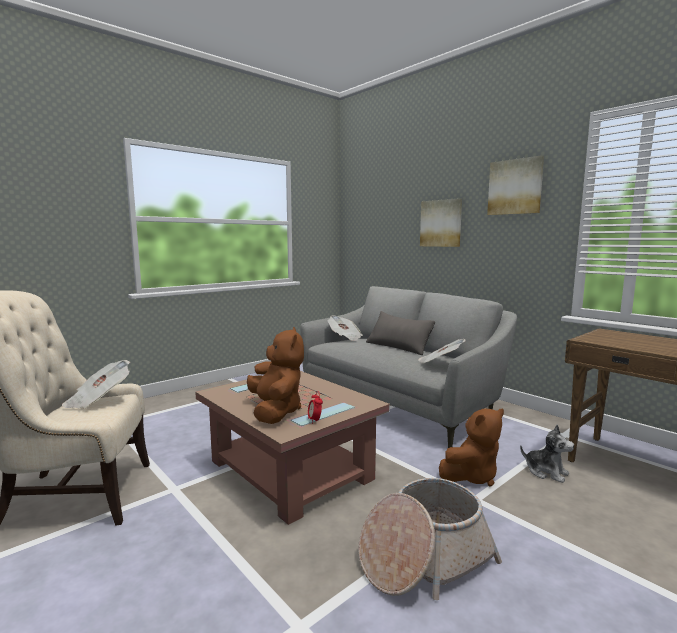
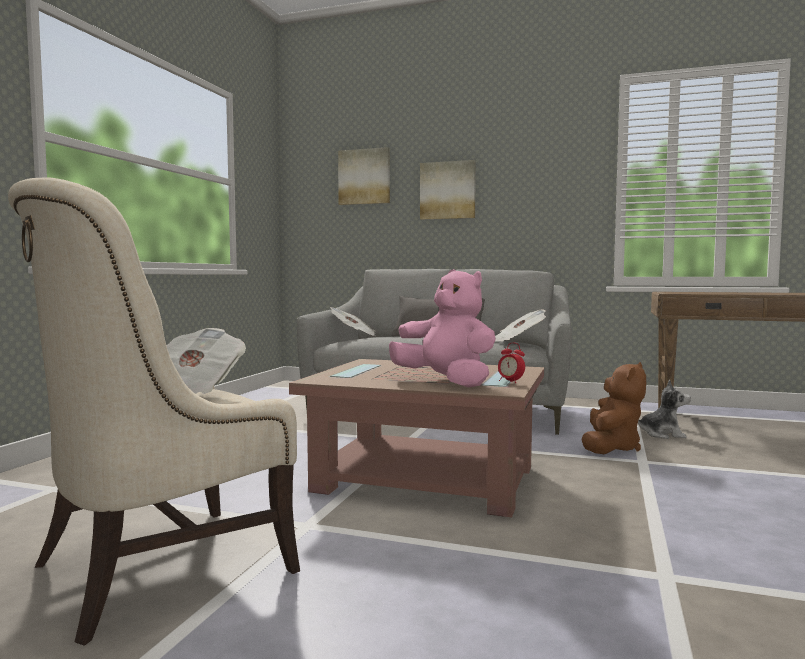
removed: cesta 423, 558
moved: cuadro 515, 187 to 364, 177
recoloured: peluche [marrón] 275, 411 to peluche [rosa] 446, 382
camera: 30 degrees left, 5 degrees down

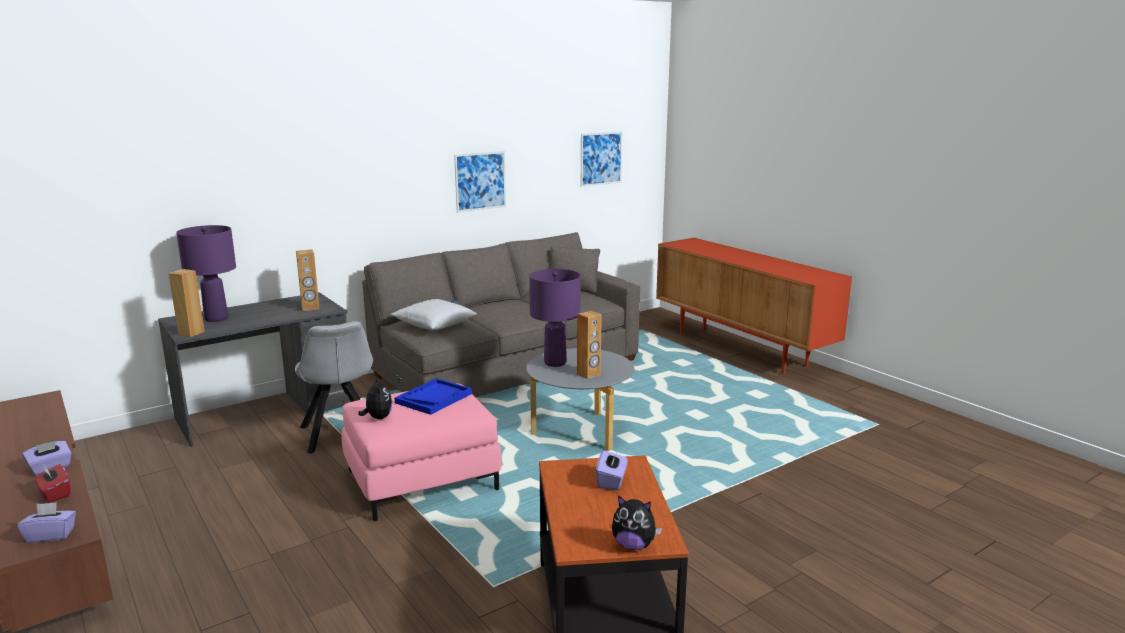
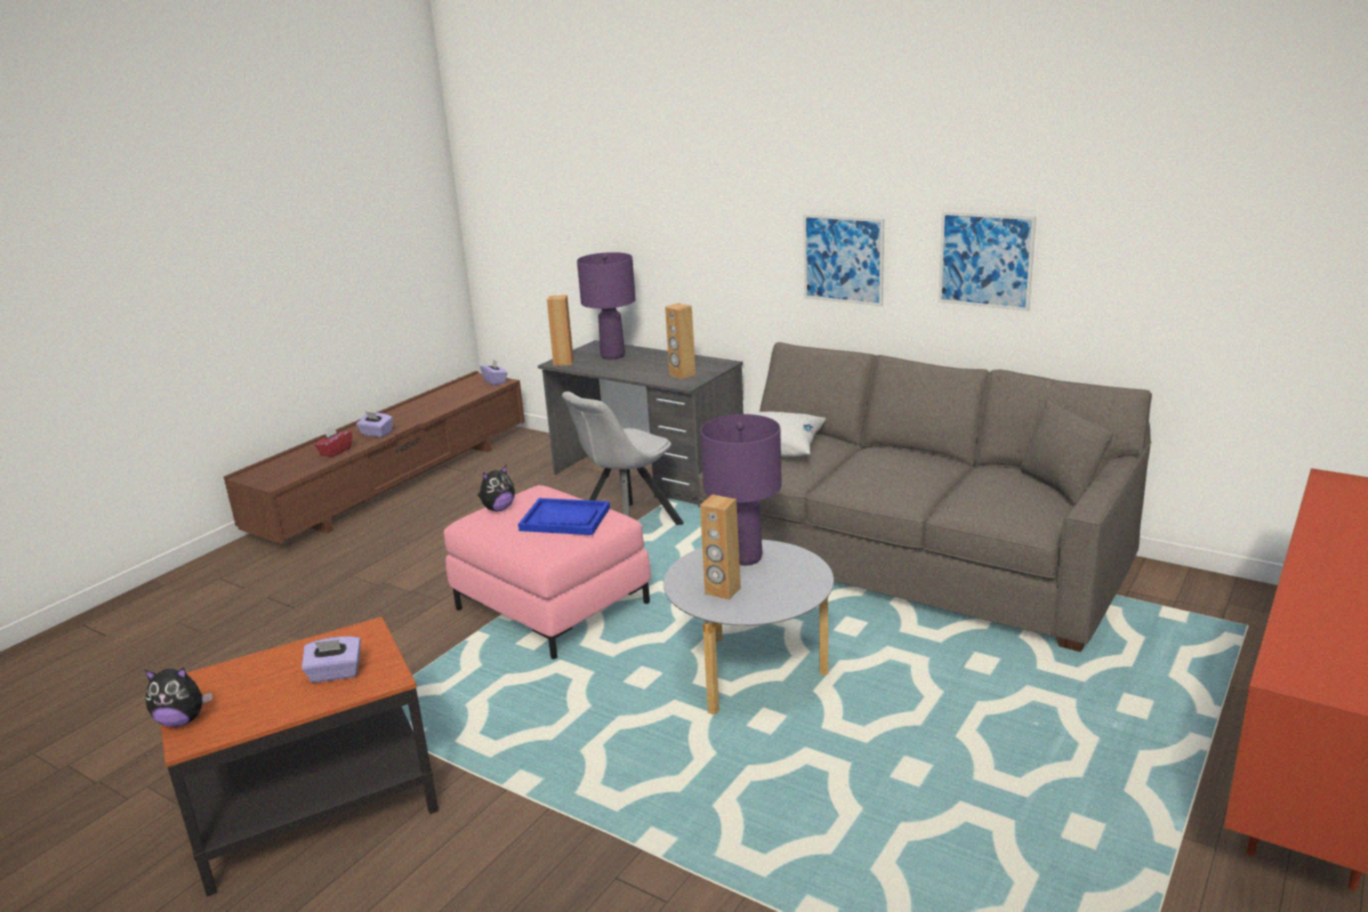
moved: cuadro 601, 158 to 843, 259; caja de pañuelos [morado] 51, 535 to 495, 381
turned: peluche 634, 545 = 182, 720 90 degrees counterclockwise
camera: 70 degrees right, 5 degrees up

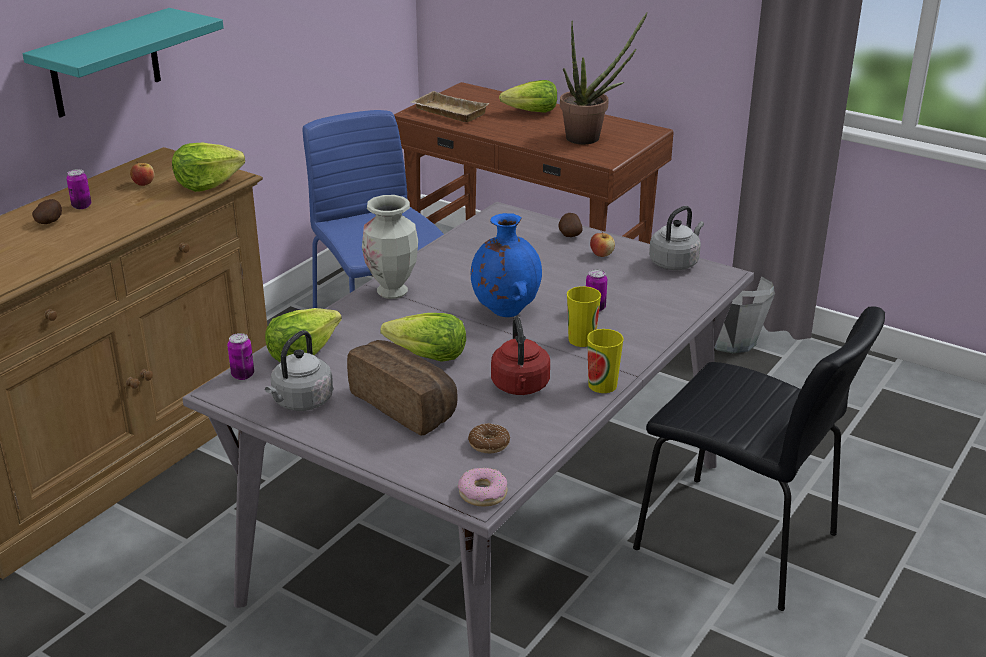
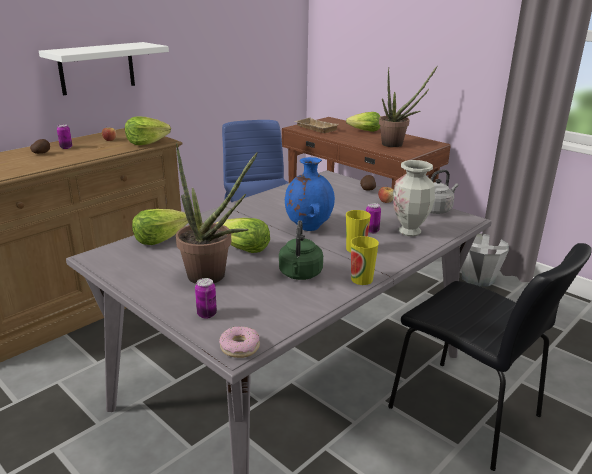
removed: hervidor [gris] 301, 402; rosquilla 489, 444
moved: florero 392, 292 to 409, 232; lata 243, 375 to 206, 314
replaced: pan 407, 405 to planta en maceta 213, 278
recoloured: estante [turquesa] 105, 64 to estante [blanco] 97, 68; hervidor [rojo] 520, 387 to hervidor [verde] 300, 275
camera: 10 degrees right, 5 degrees down

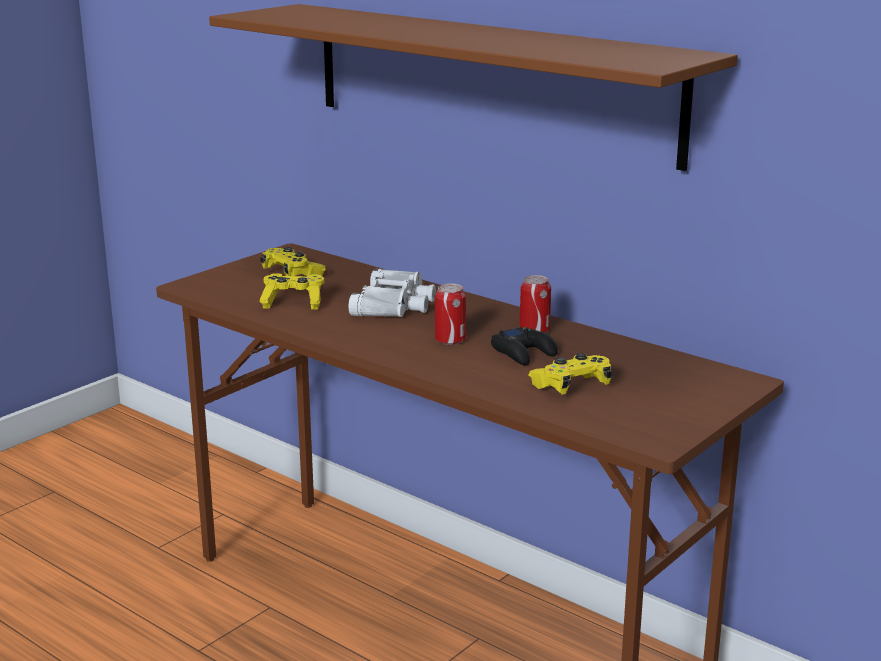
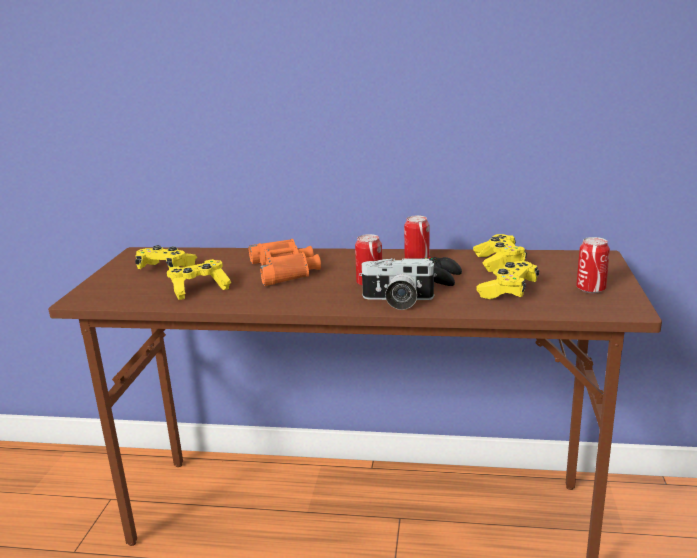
removed: estante [marrón] 489, 81
added: mando de consola [amarillo] 499, 262; lata 590, 289; cámara 397, 301
recoloured: prismáticos [blanco] 394, 304 to prismáticos [naranja] 285, 269
camera: 30 degrees left, 0 degrees up

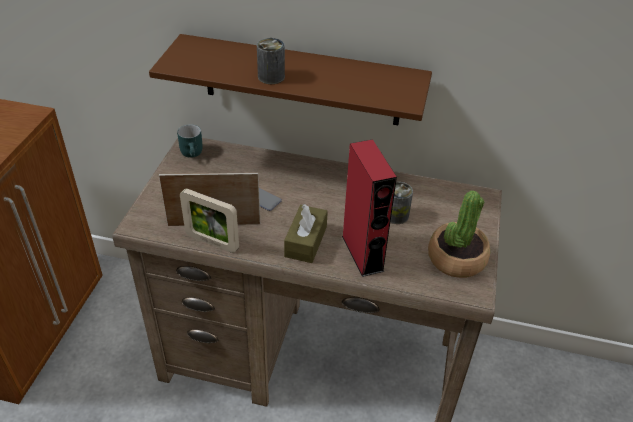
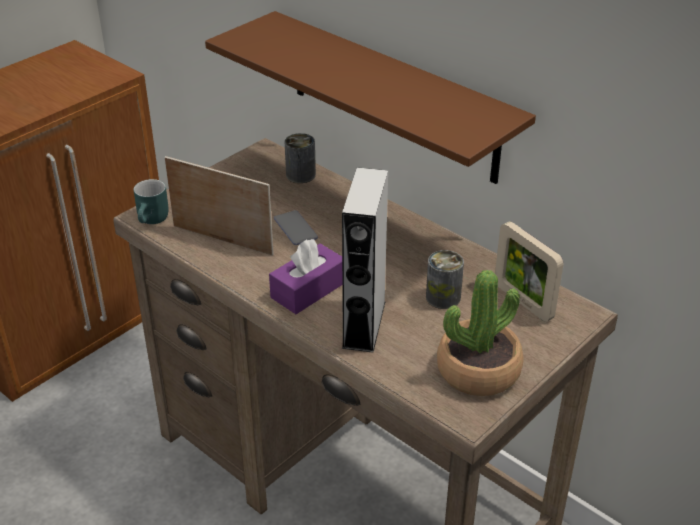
moved: lata 271, 77 to 300, 175; taza grande [turquesa] 193, 153 to 153, 220; portarretratos 212, 242 to 523, 302
recoloured: altavoz [rojo] 362, 253 to altavoz [gris] 364, 324; caja de pañuelos [marrón] 306, 241 to caja de pañuelos [morado] 308, 290
camera: 30 degrees right, 5 degrees down

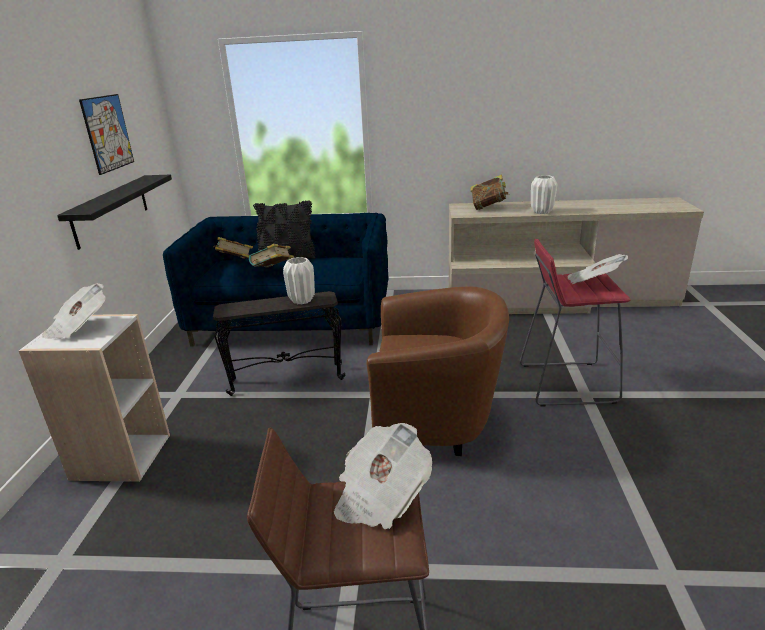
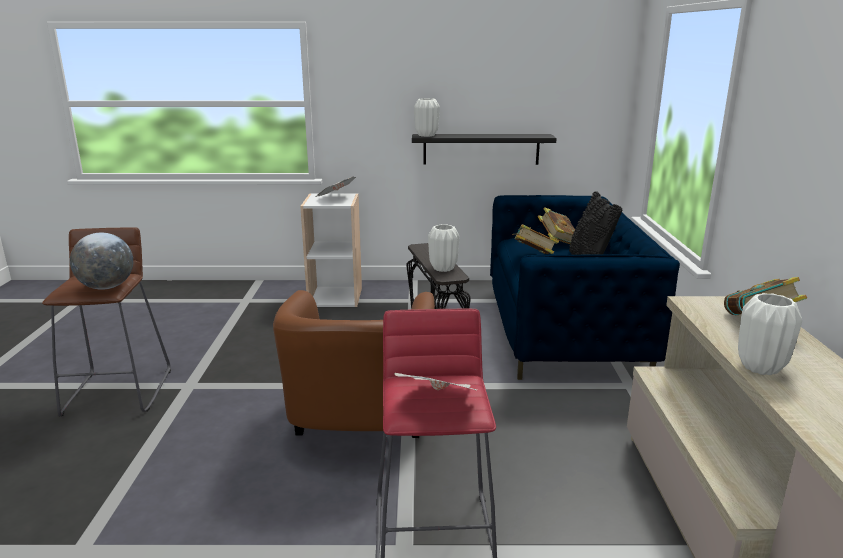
removed: cuadro 108, 133
added: florero [blanco] 426, 135
replaced: periódico 380, 496 to globo terráqueo 107, 287
camera: 85 degrees right, 5 degrees down

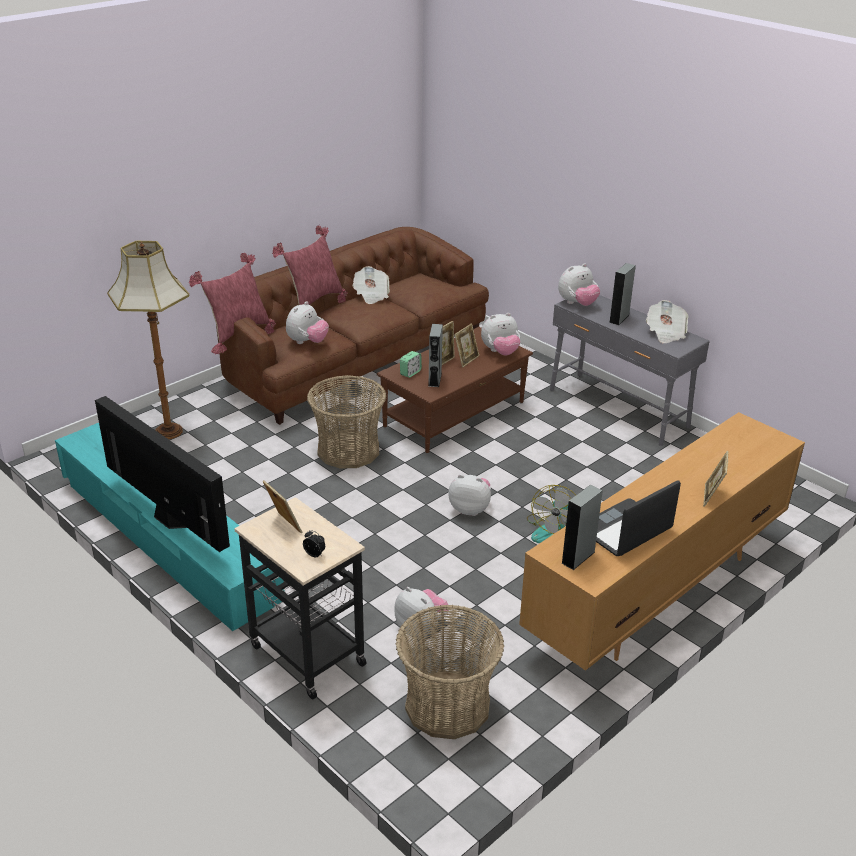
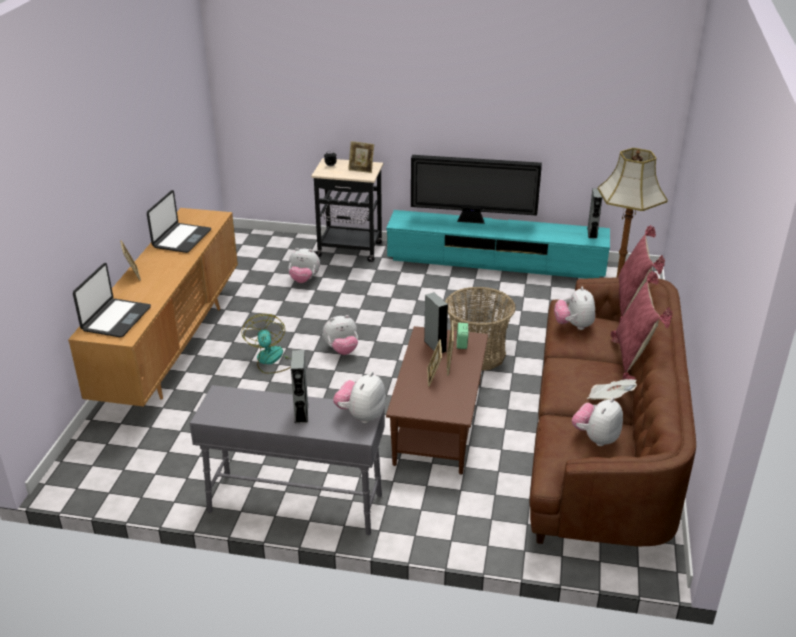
removed: periódico 665, 333; cesta 447, 705
added: portátil 115, 319
moved: peluche 500, 352 to 596, 438; altavoz [gris] 578, 557 to 592, 233
camera: 145 degrees right, 0 degrees up

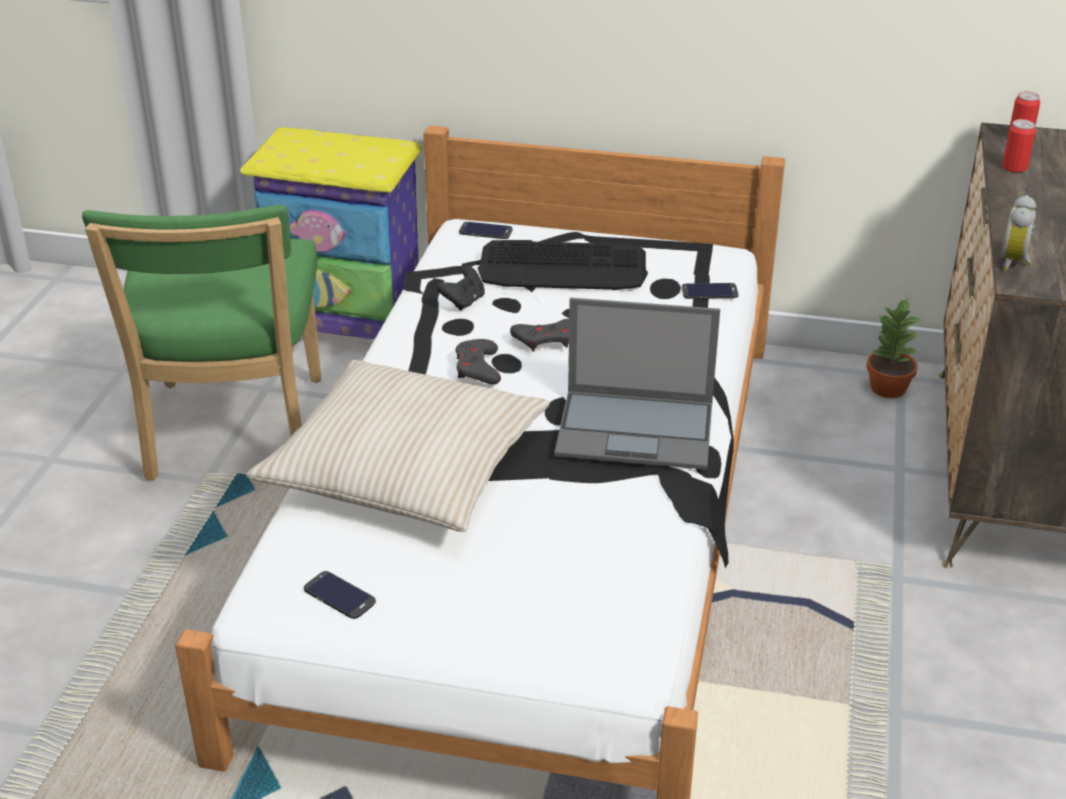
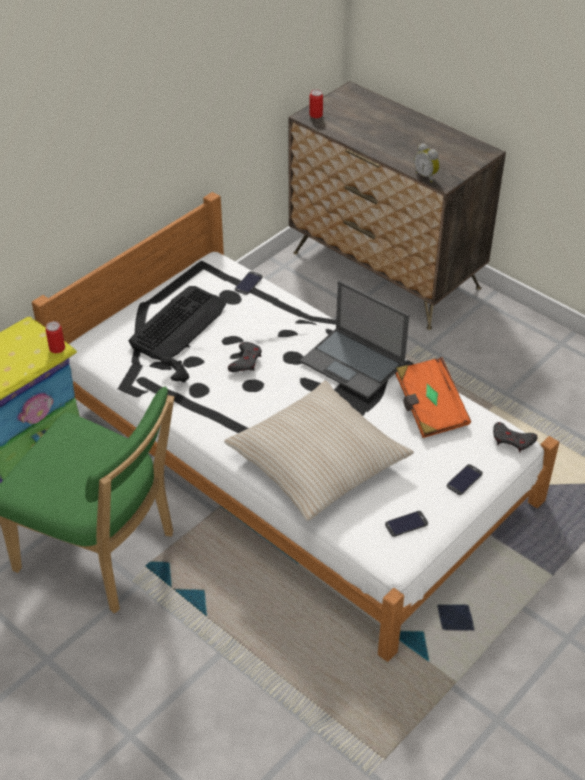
removed: planta en maceta 887, 388
added: libro [naranja] 429, 409
moved: lata 1014, 167 to 57, 348; móvil 485, 231 to 464, 480; mando de consola [gris] 478, 368 to 512, 440
turned: portátil 637, 429 = 353, 363 90 degrees clockwise
camera: 60 degrees left, 10 degrees up

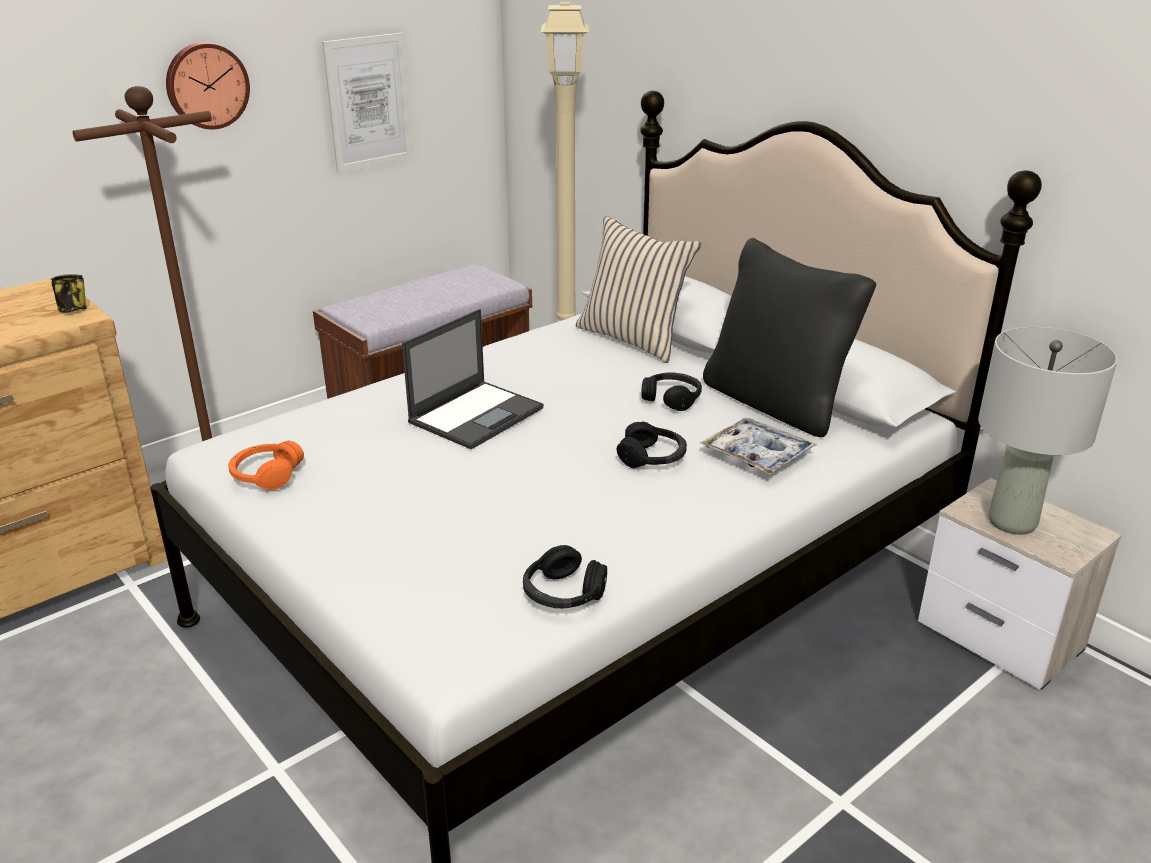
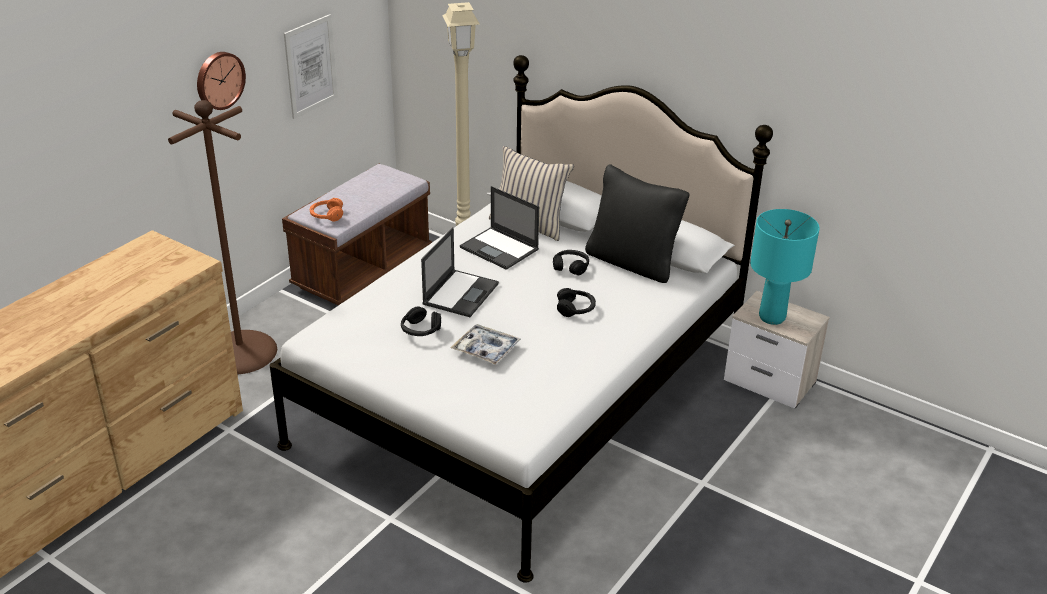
removed: taza grande 71, 310
added: portátil 500, 249
moved: bandeja 757, 455 to 486, 349; auriculares [naranja] 266, 475 to 327, 215; auriculares [negro] 563, 594 to 420, 330
recoloured: lámpara de mesa [gris] 1011, 522 to lámpara de mesa [turquesa] 771, 317
camera: 15 degrees left, 5 degrees up

